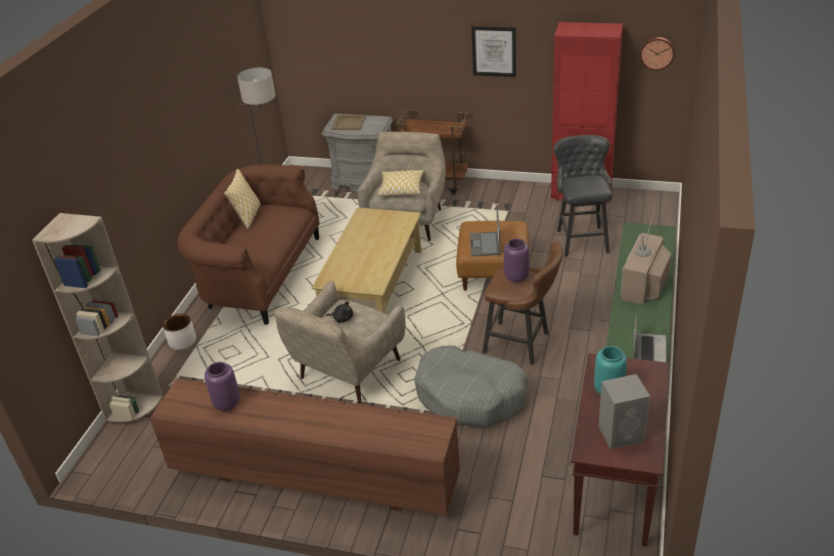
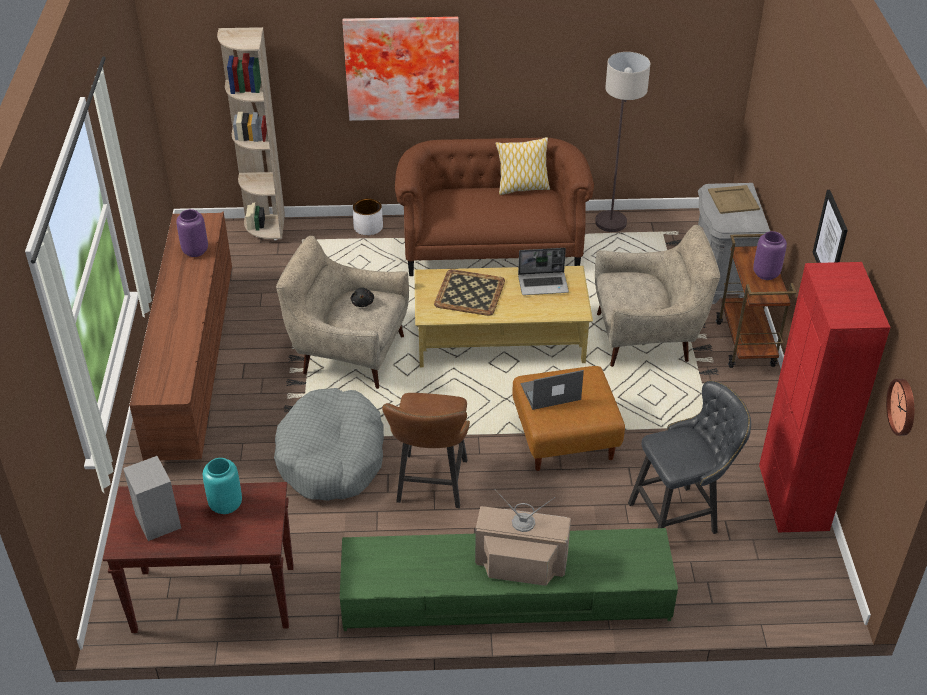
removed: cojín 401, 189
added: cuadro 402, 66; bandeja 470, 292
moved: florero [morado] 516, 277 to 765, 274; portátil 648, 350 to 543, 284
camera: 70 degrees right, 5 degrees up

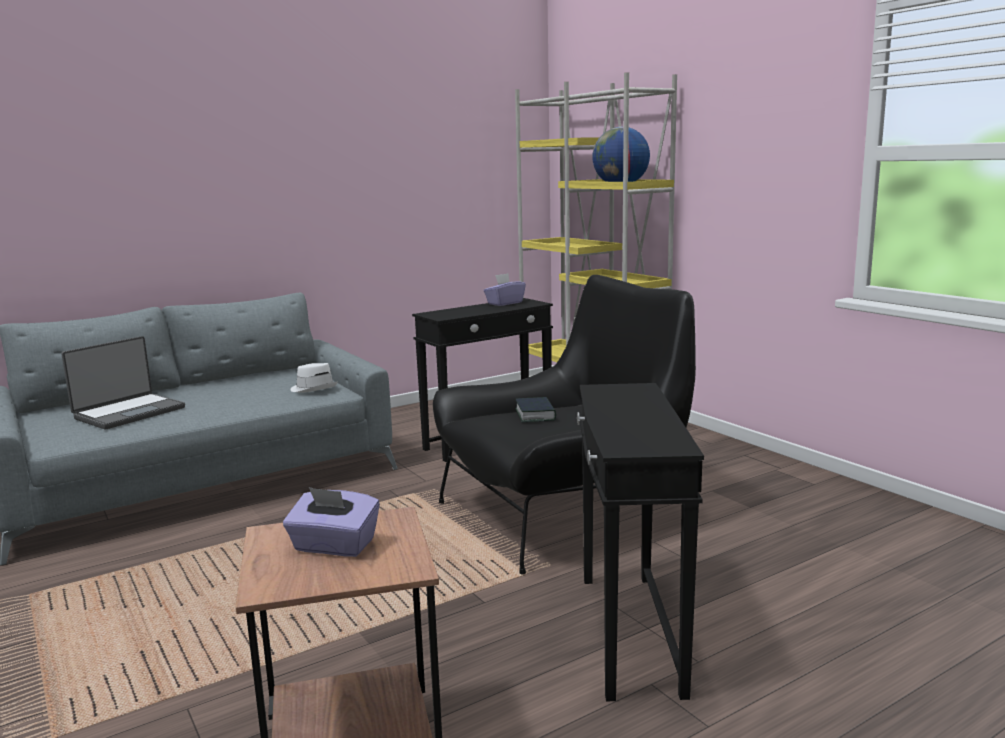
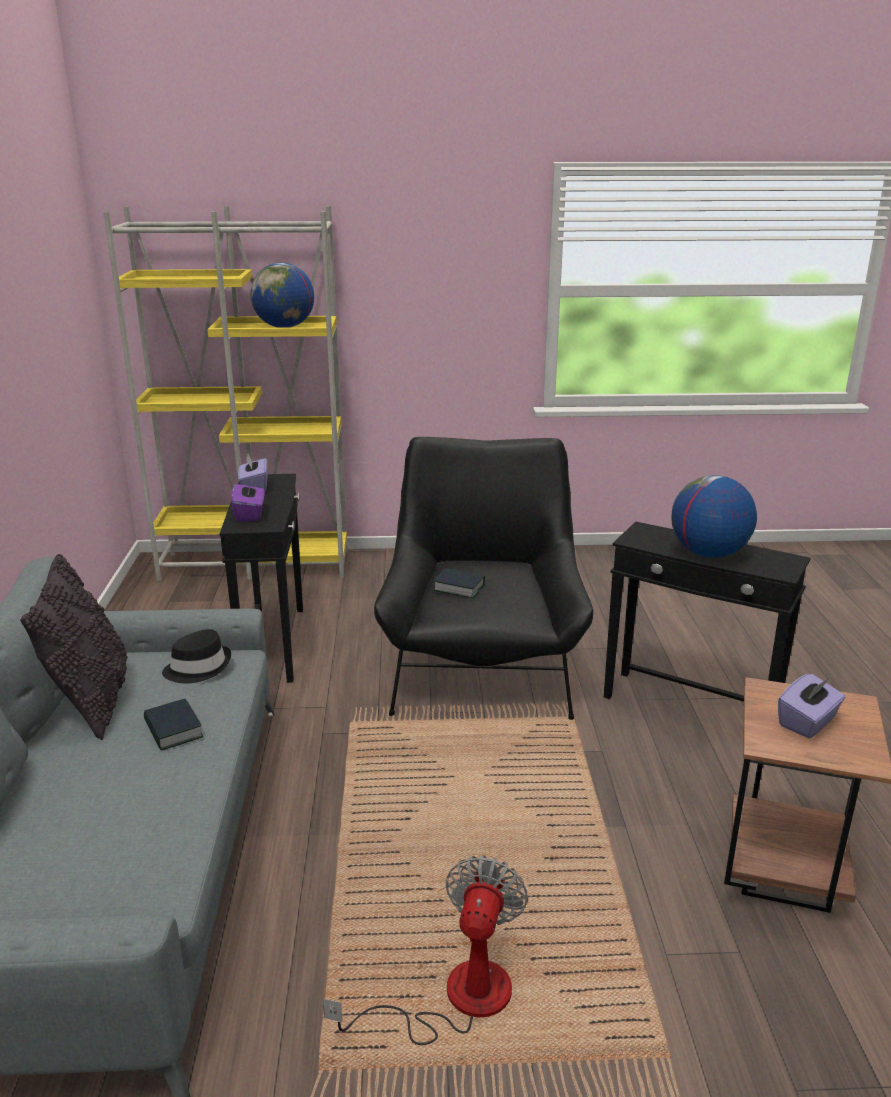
removed: portátil 129, 412
added: globo terráqueo 708, 554; caja de pañuelos [morado] 250, 514; cojín [negro] 92, 700; libro 173, 730; ventilador 455, 999
recoloured: sombrero [blanco] 314, 388 to sombrero [negro] 198, 667
camera: 60 degrees left, 10 degrees up

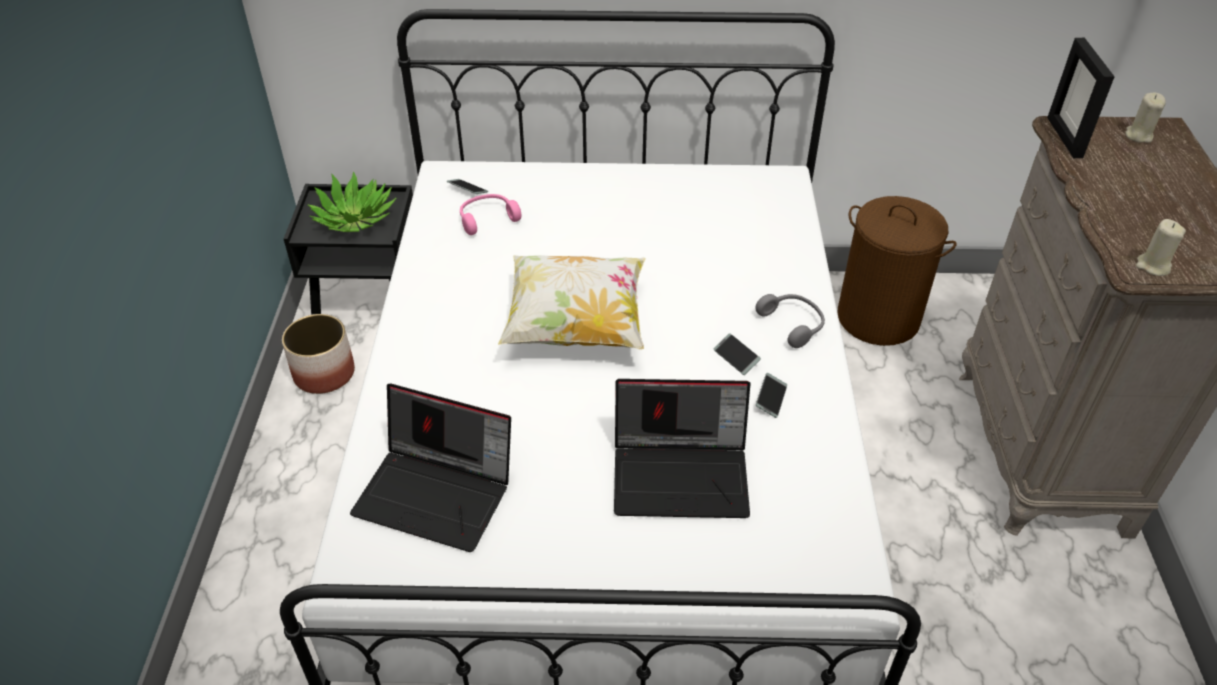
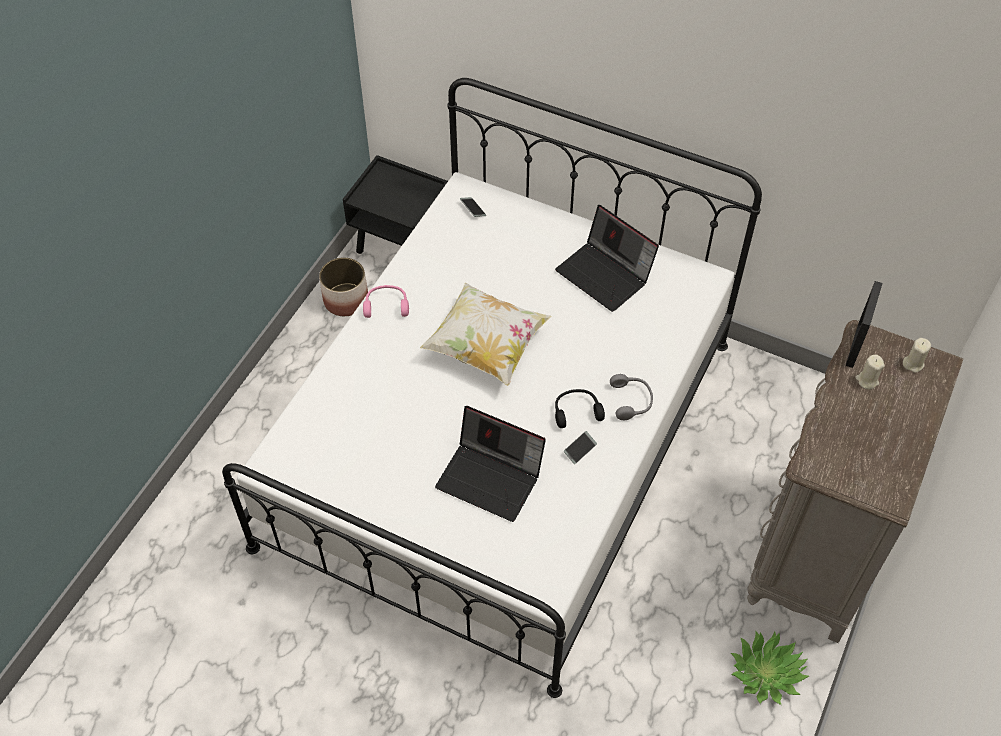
removed: cesto de la ropa [marrón] 879, 318
moved: planta en maceta 354, 218 to 766, 673; auriculares [rosa] 487, 219 to 386, 305; vela [beis] 1153, 266 to 867, 380; portátil 438, 493 to 605, 275
replaced: móvil 736, 357 to auriculares [negro] 576, 411
camera: 25 degrees right, 10 degrees up

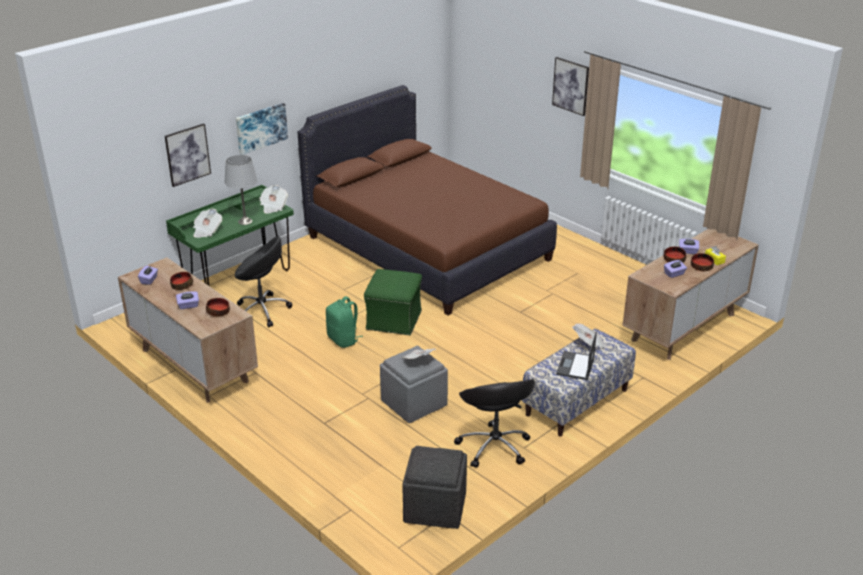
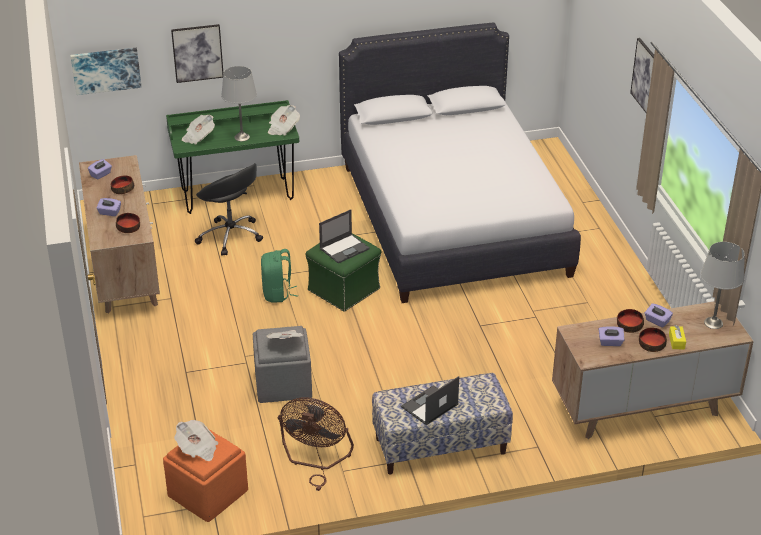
added: portátil 344, 248; lámpara de mesa [gris] 713, 323
moved: cuadro 261, 128 to 106, 70; periódico 589, 344 to 197, 449
replaced: silla de oficina [negro] 494, 448 to ventilador [marrón] 314, 460
recoloured: cama [marrón] 427, 248 to cama [blanco] 452, 219; puf [gris] 434, 507 to puf [naranja] 207, 493
camera: 30 degrees right, 5 degrees up

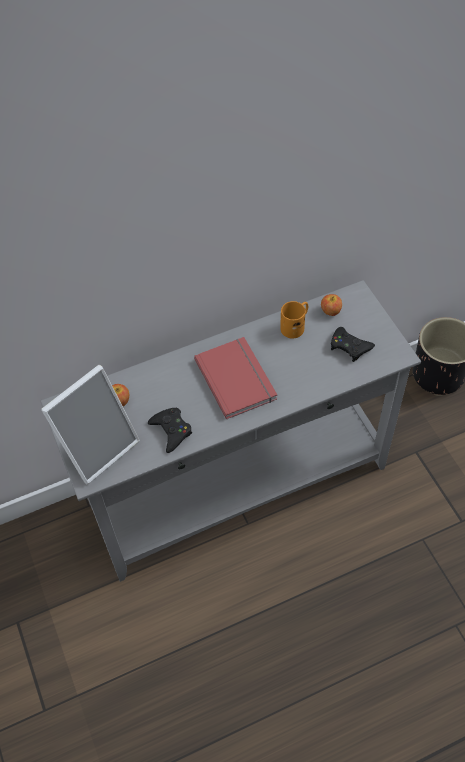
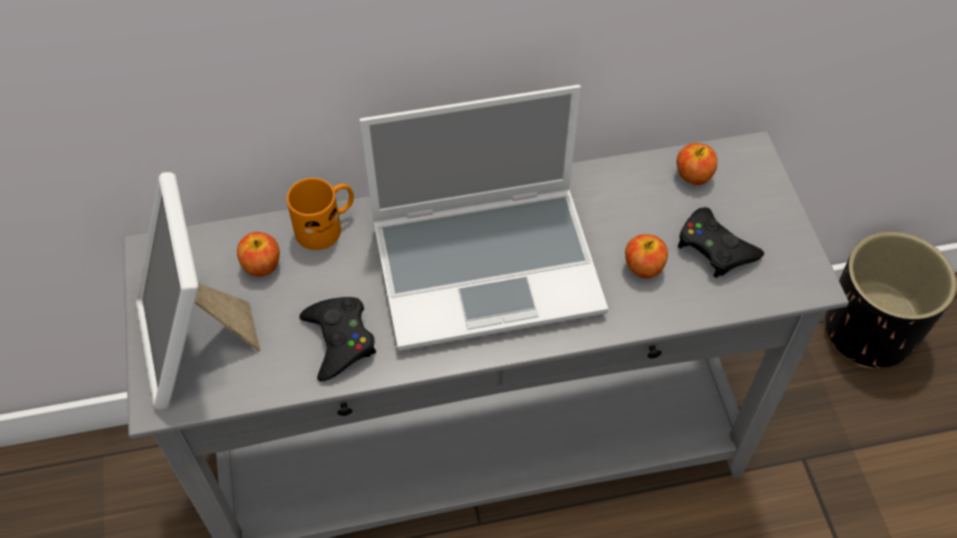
added: manzana 643, 267
moved: taza grande [naranja] 295, 325 to 326, 226
replaced: libro [rojo] 237, 378 to portátil 489, 266
turned: portarretratos 98, 447 = 196, 343 105 degrees clockwise
camera: 10 degrees right, 0 degrees up

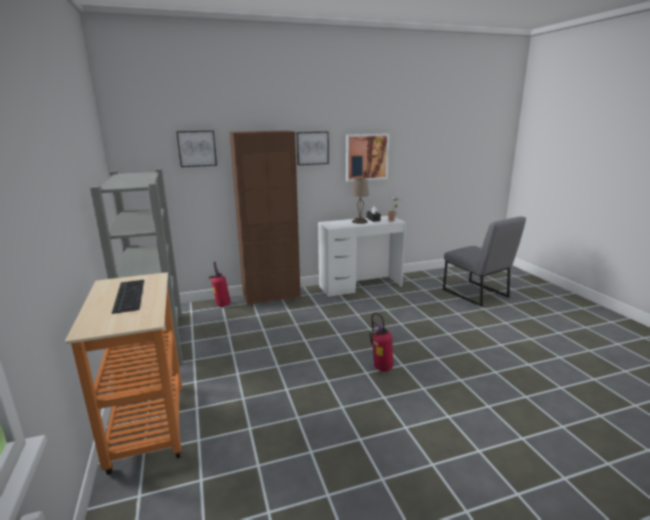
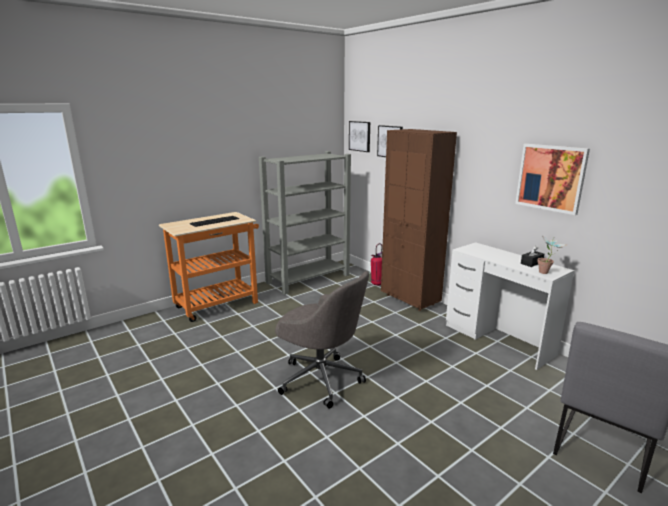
removed: lámpara de mesa [beis] 360, 221
moved: cuadro 312, 148 to 360, 136
replaced: extintor 381, 368 to silla de oficina [gris] 321, 380
camera: 70 degrees right, 0 degrees up

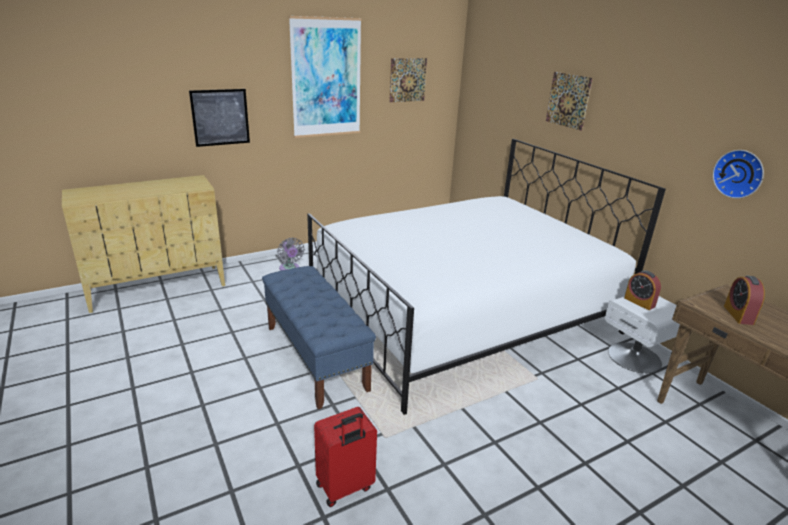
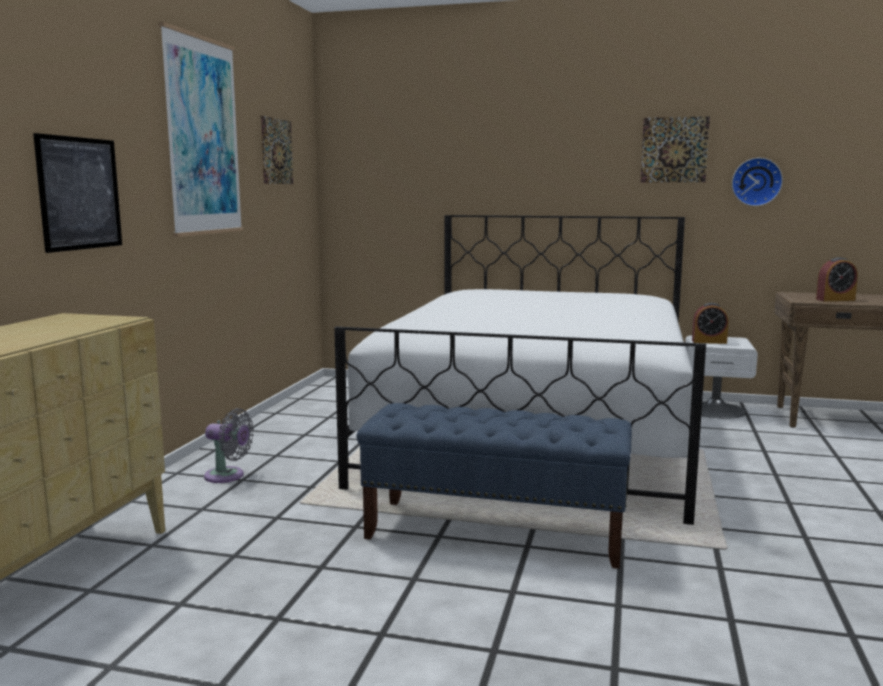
removed: maleta [rojo] 345, 487
moved: cuadro 568, 100 to 674, 150
turned: despertador 738, 315 = 835, 300 60 degrees counterclockwise
camera: 45 degrees left, 15 degrees down

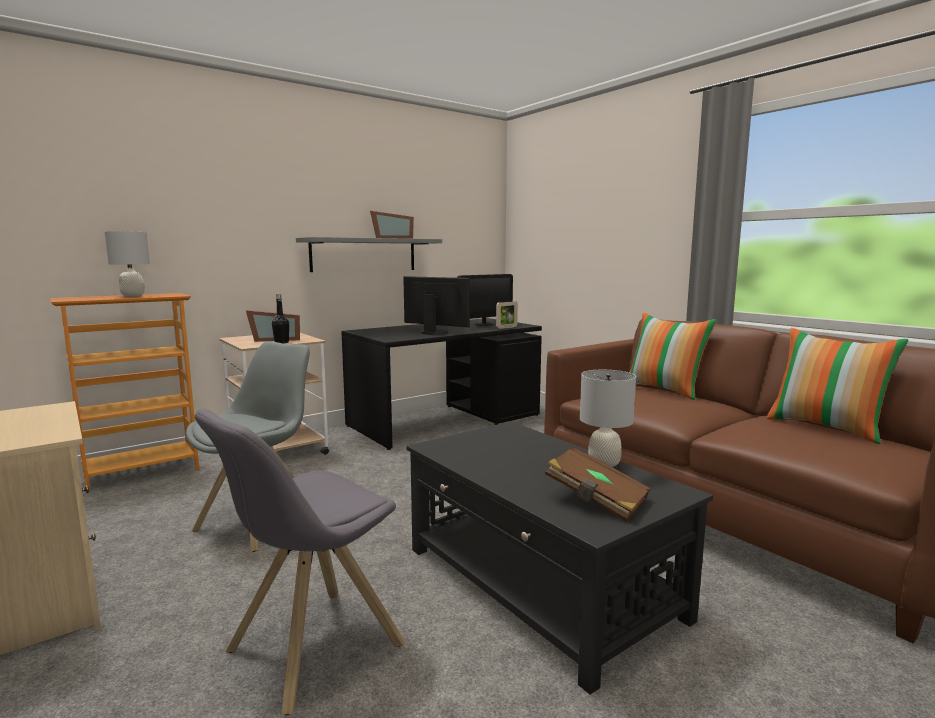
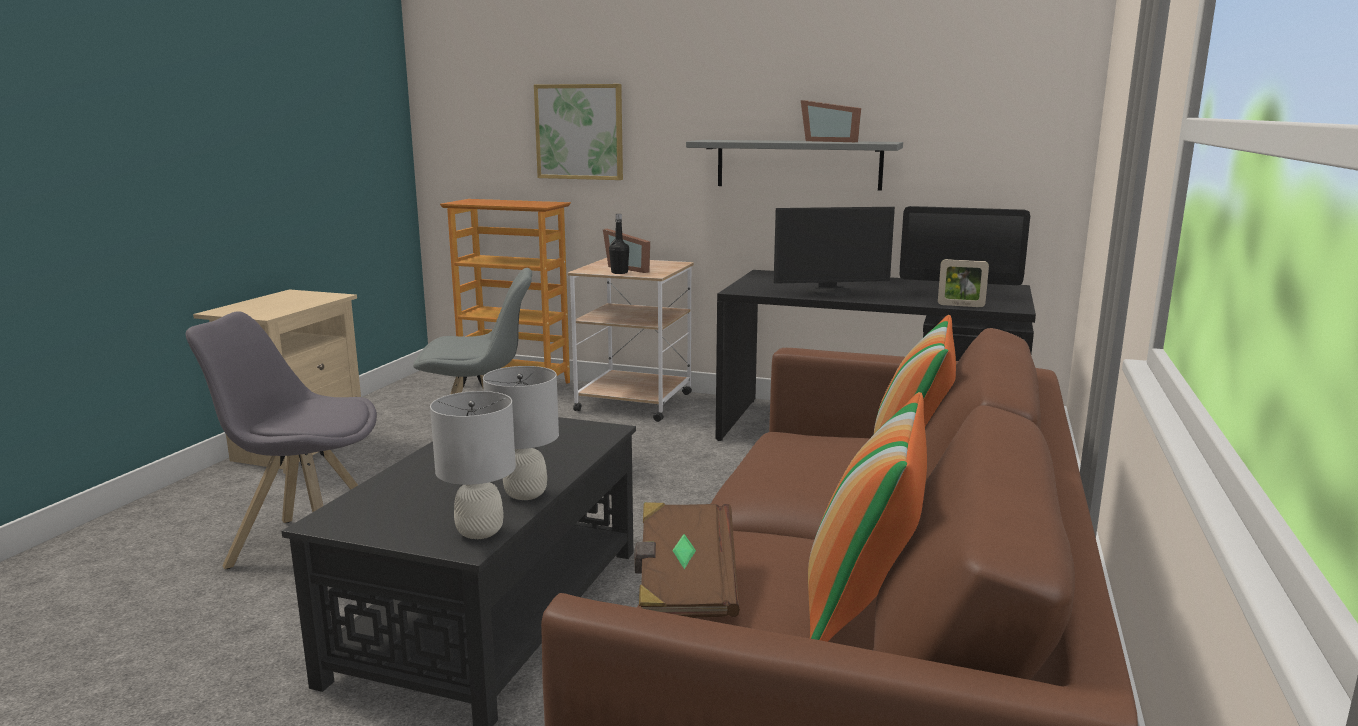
added: cuadro 579, 132
moved: lámpara de mesa [gris] 134, 296 to 482, 533; libro [marrón] 596, 500 to 684, 586
turned: monitor 434, 332 = 829, 292 90 degrees clockwise
camera: 55 degrees right, 5 degrees up

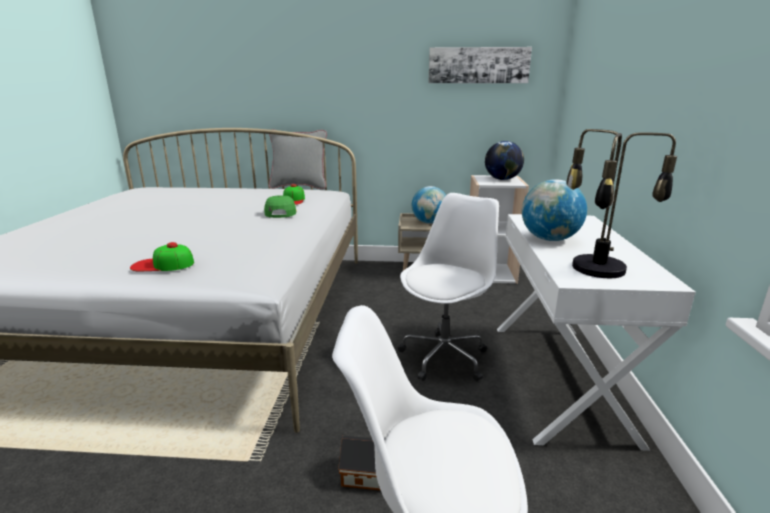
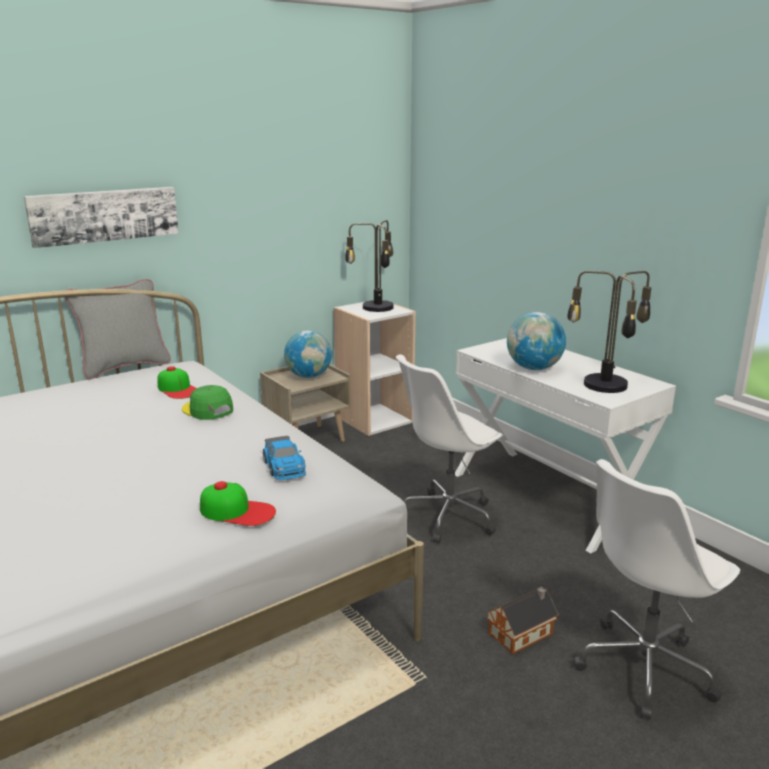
added: coche de juguete 284, 467
moved: cuadro 478, 65 to 104, 215
replaced: globo terráqueo 502, 179 to lámpara de mesa 377, 307
turned: silla de oficina [blanco] 445, 357 = 446, 518 120 degrees counterclockwise; gorra 162, 264 = 237, 511 120 degrees counterclockwise
camera: 40 degrees left, 0 degrees up

